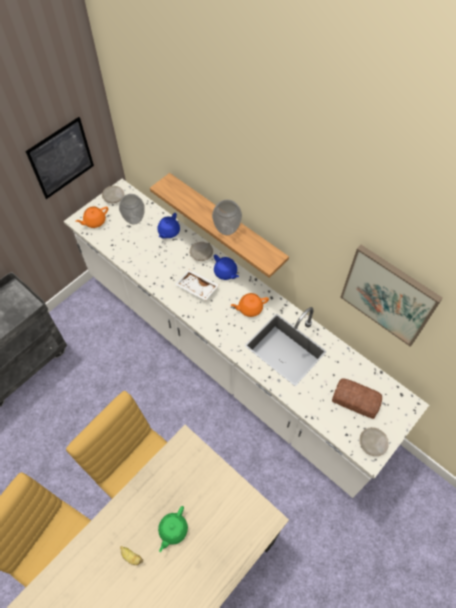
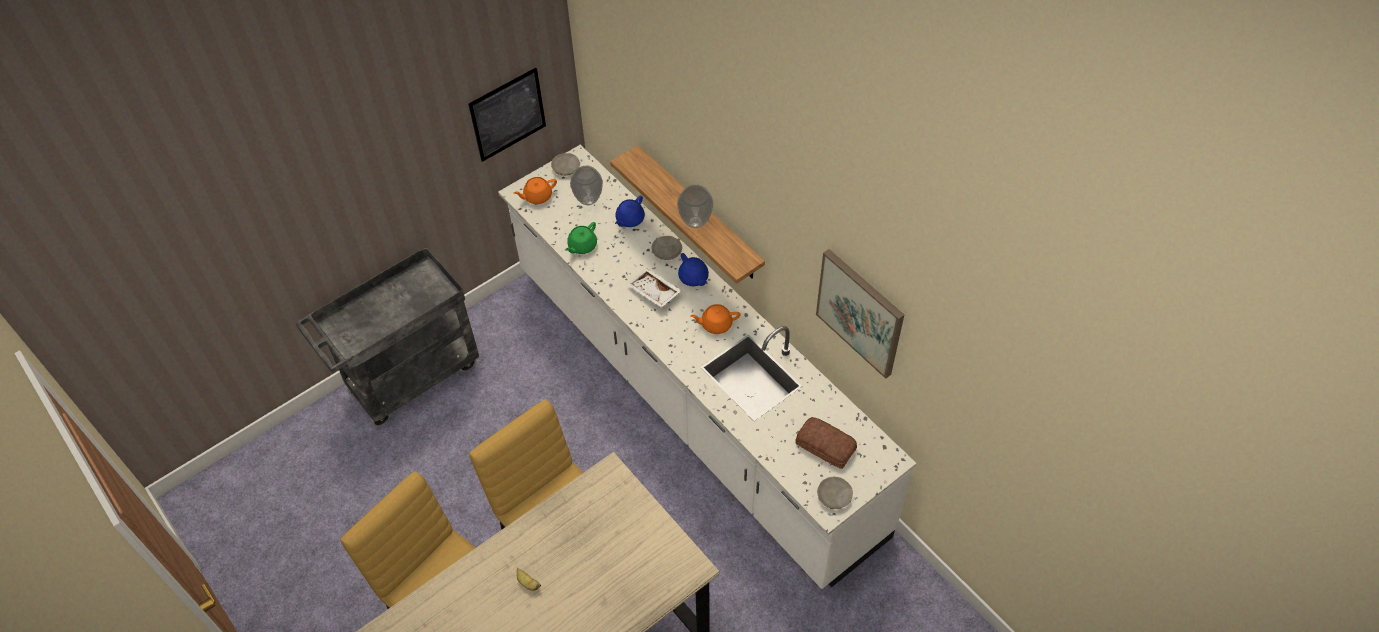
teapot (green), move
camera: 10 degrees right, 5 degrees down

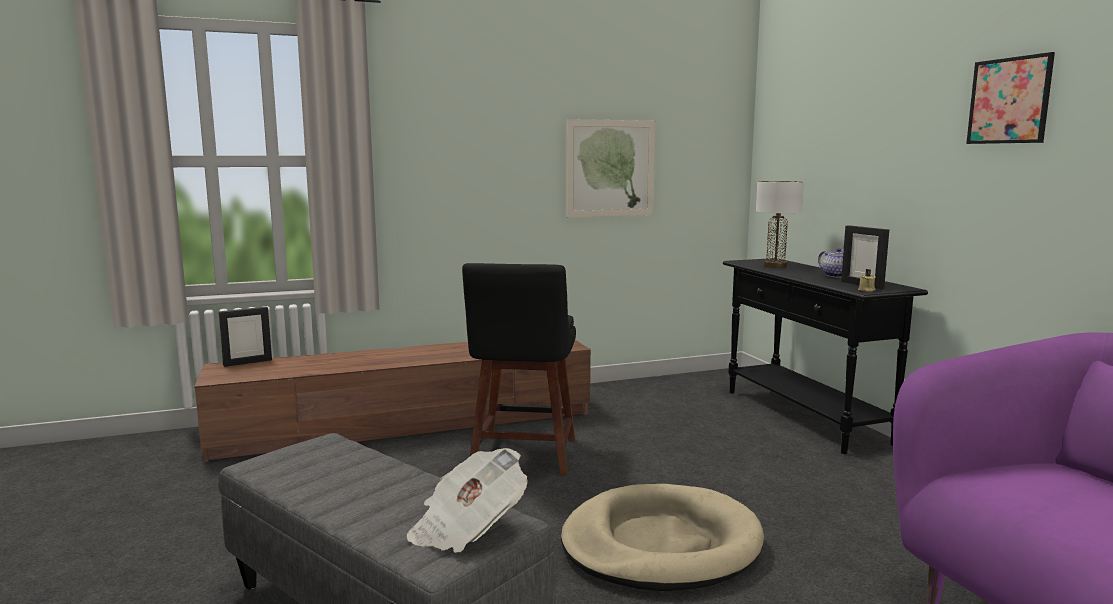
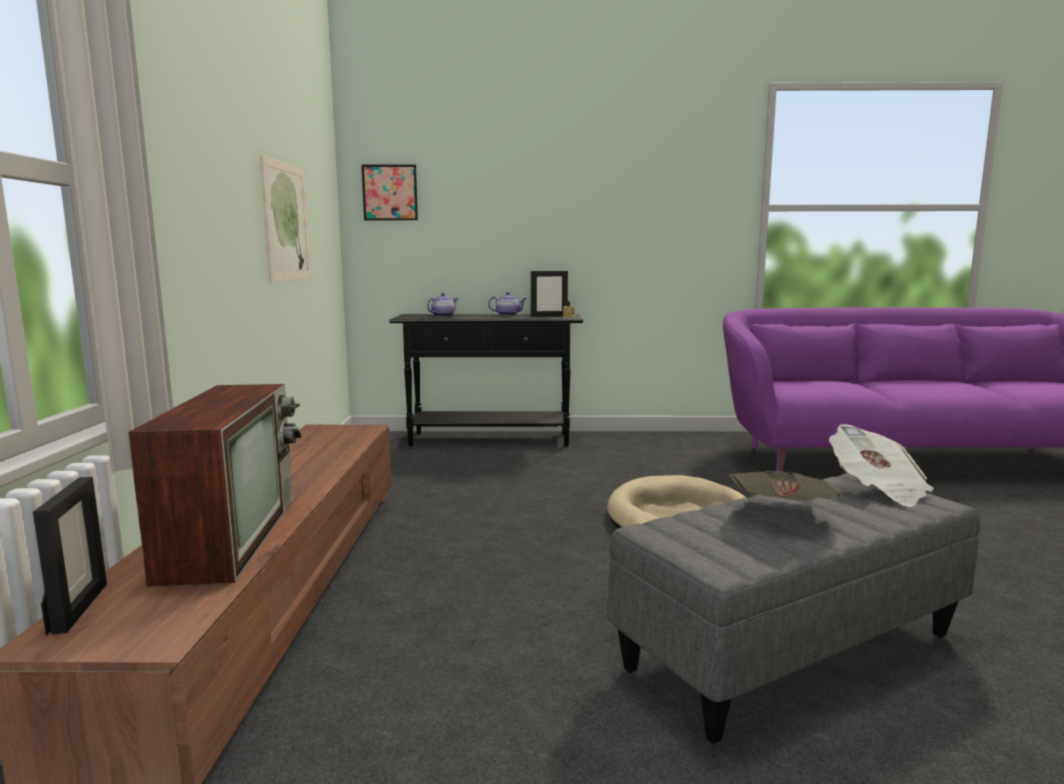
stool (black) → -
table lamp → teapot (1st from left)
picture (2nd from left), move
- → television
- → newspaper (1st from left)
camera: 70 degrees left, 0 degrees up

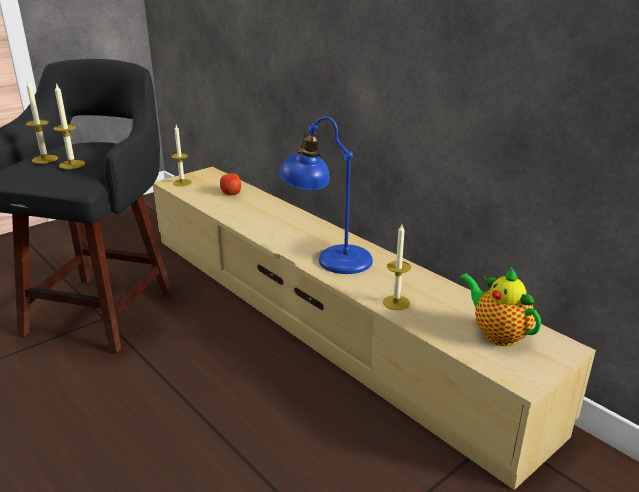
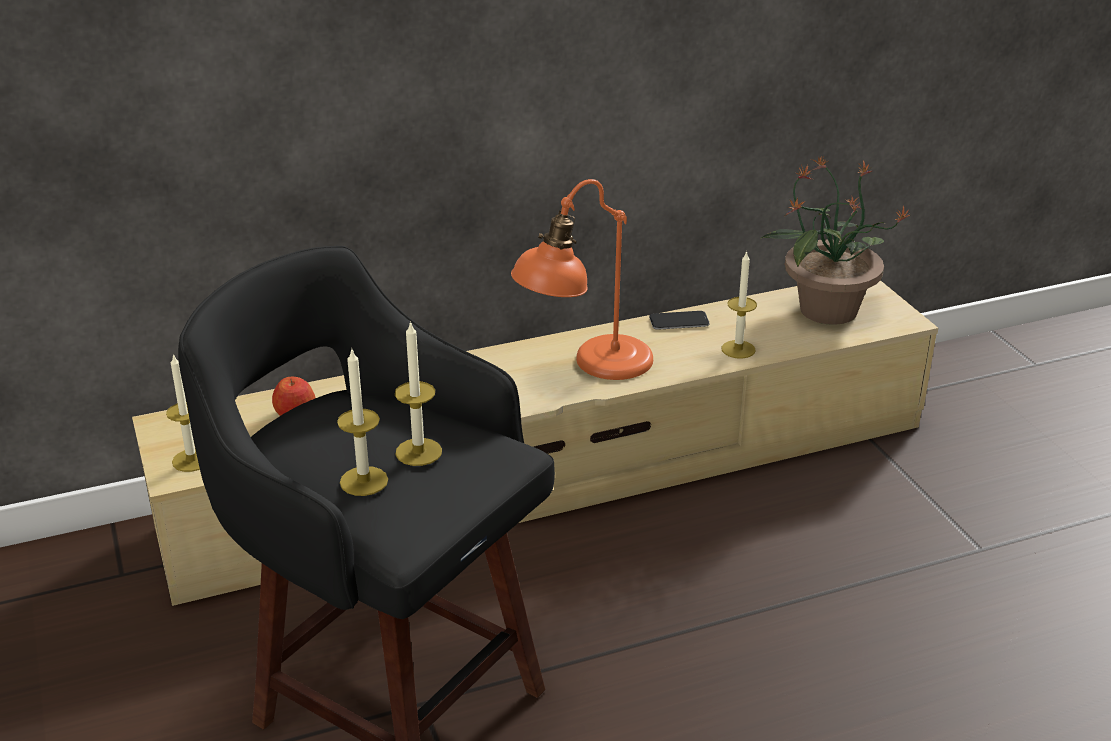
table lamp (blue) → table lamp (orange)
teapot → potted plant
- → phone
camera: 70 degrees left, 5 degrees up

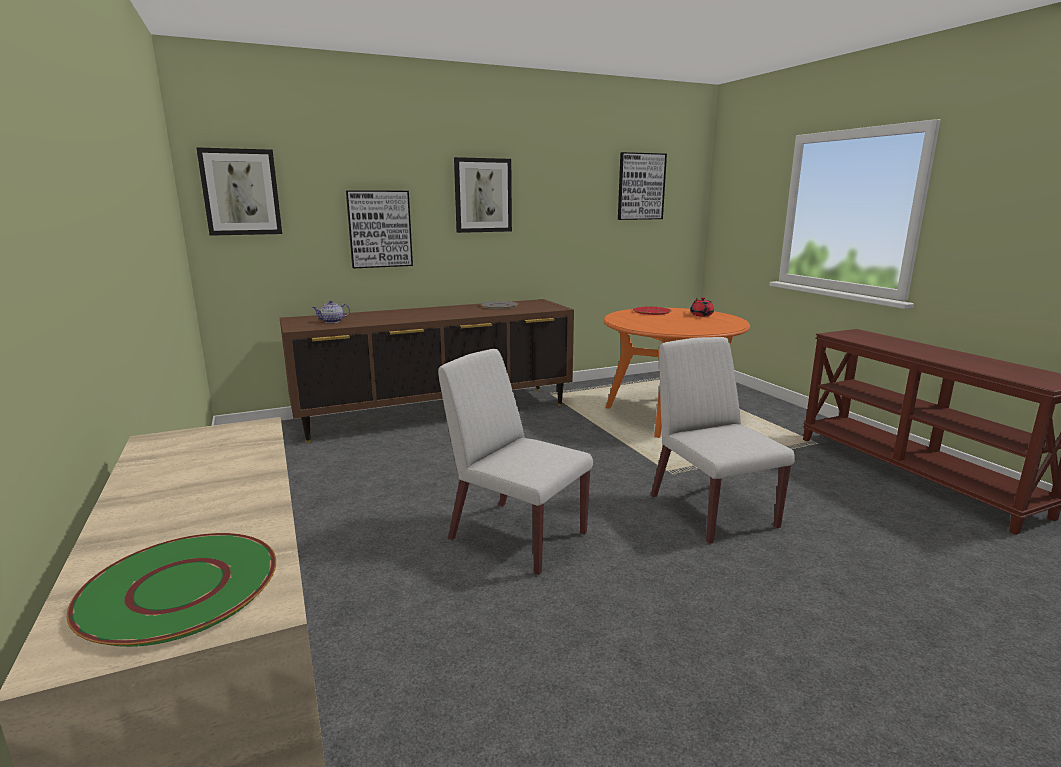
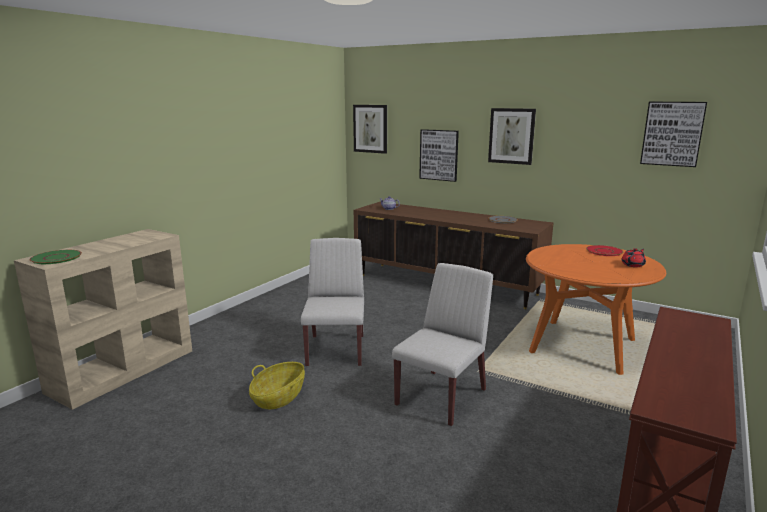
- → basket
camera: 55 degrees right, 0 degrees up

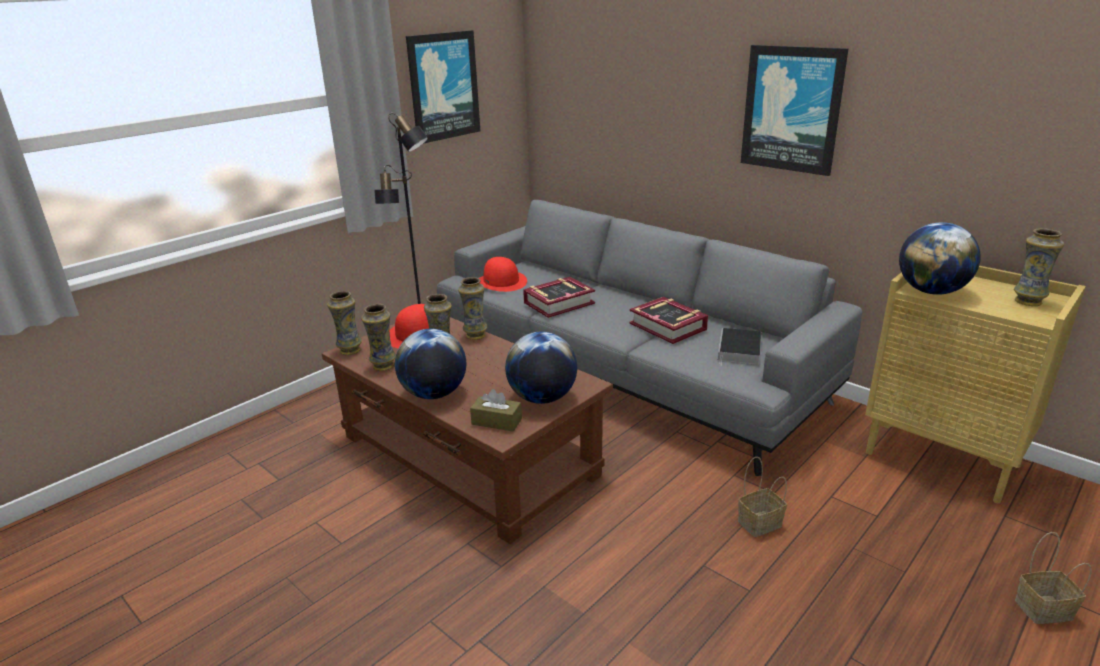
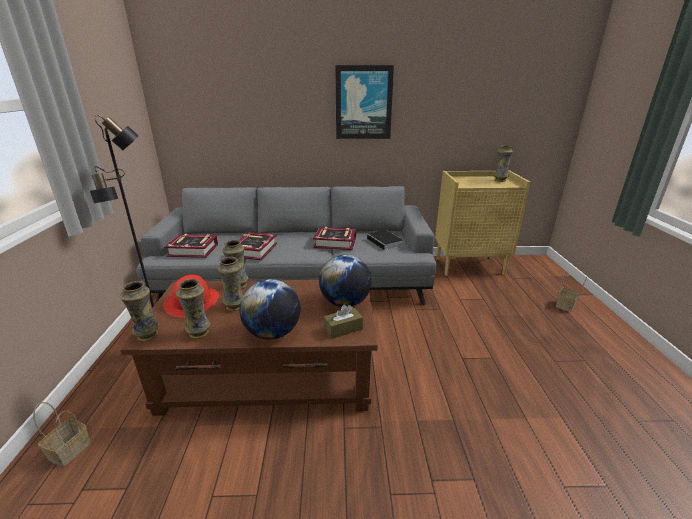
picture (1st from left) → -
hat (red) (2nd from left) → book (1st from left)
basket (1st from left), move
globe (3rd from left) → -
camera: 45 degrees left, 0 degrees up

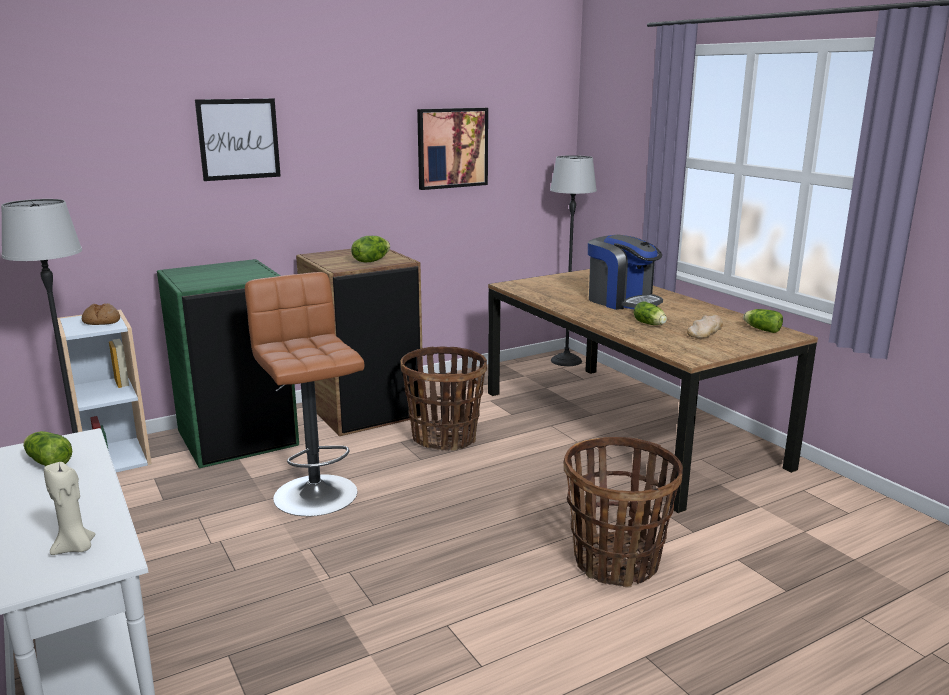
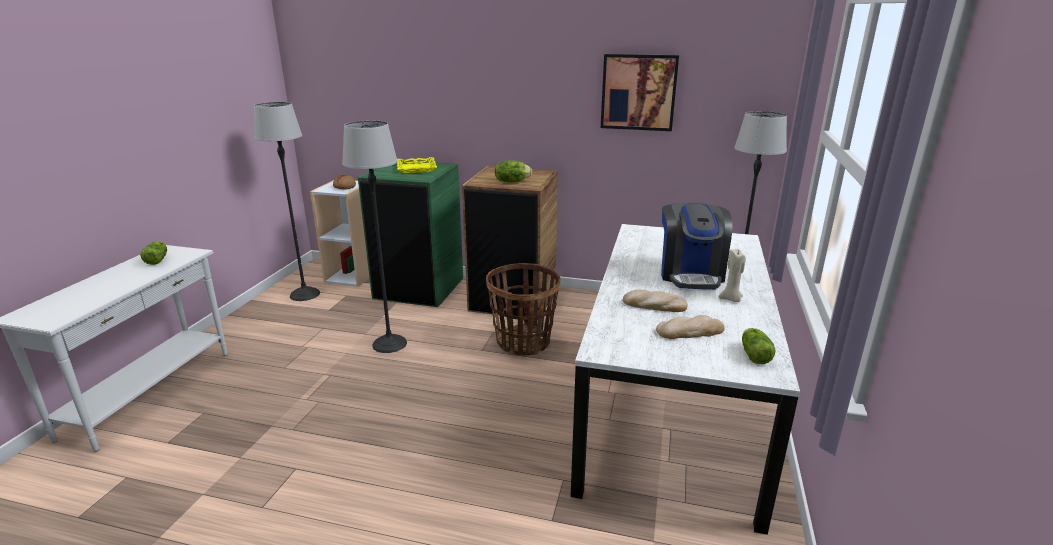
candle (beige), move
picture (1st from left) → -
stool (brown) → floor lamp (2nd from left)
dining table (brown) → dining table (white)
basket (2nd from left) → -
lettuce (3rd from left) → bread (2nd from left)
- → tray (yellow)
camera: 45 degrees right, 5 degrees up

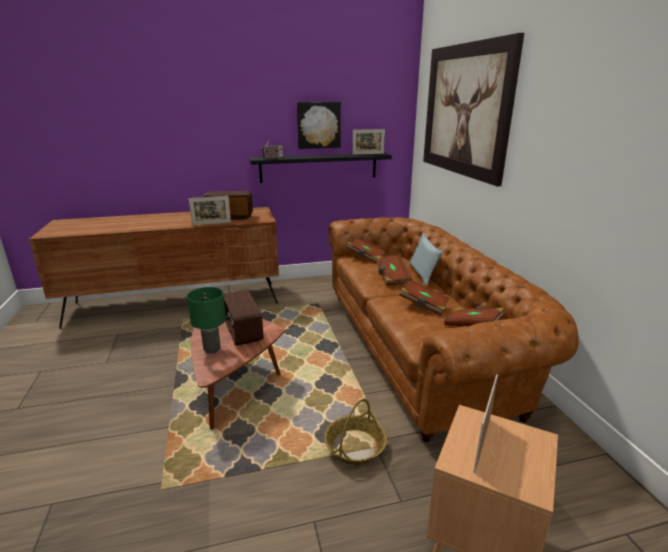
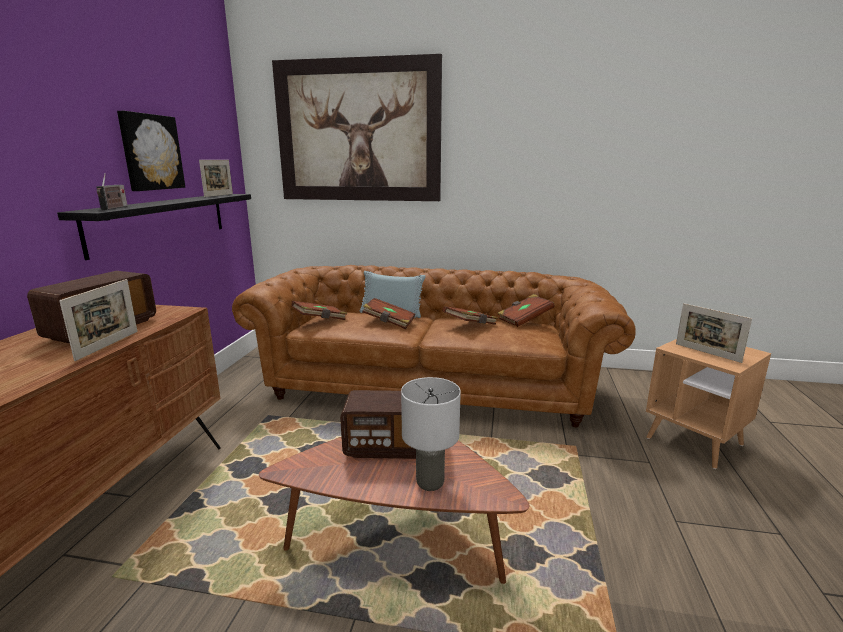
table lamp (green) → table lamp (white)
basket → -
camera: 65 degrees left, 5 degrees down

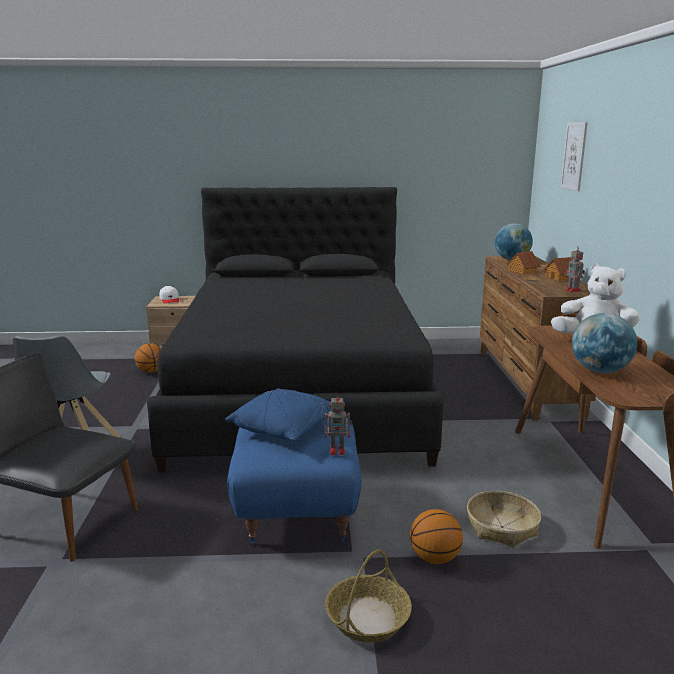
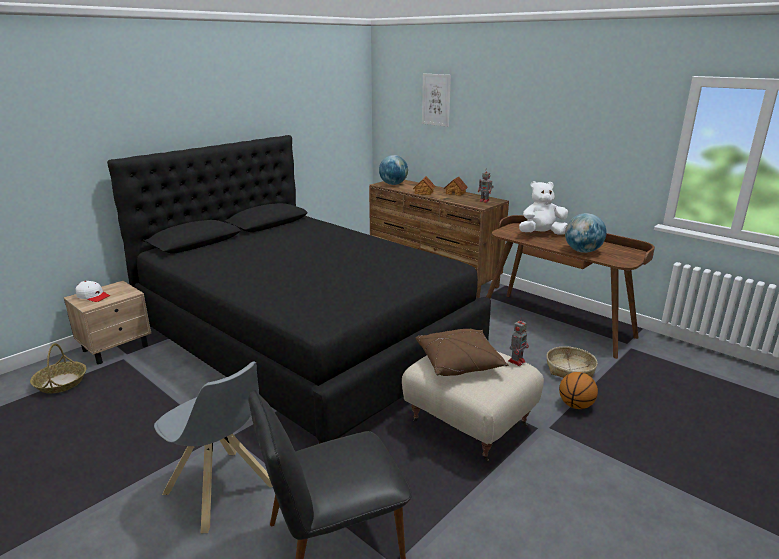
basketball (1st from left) → -
pillow (blue) → pillow (brown)
ottoman (blue) → ottoman (beige)
basket (1st from left), move
camera: 45 degrees left, 5 degrees up

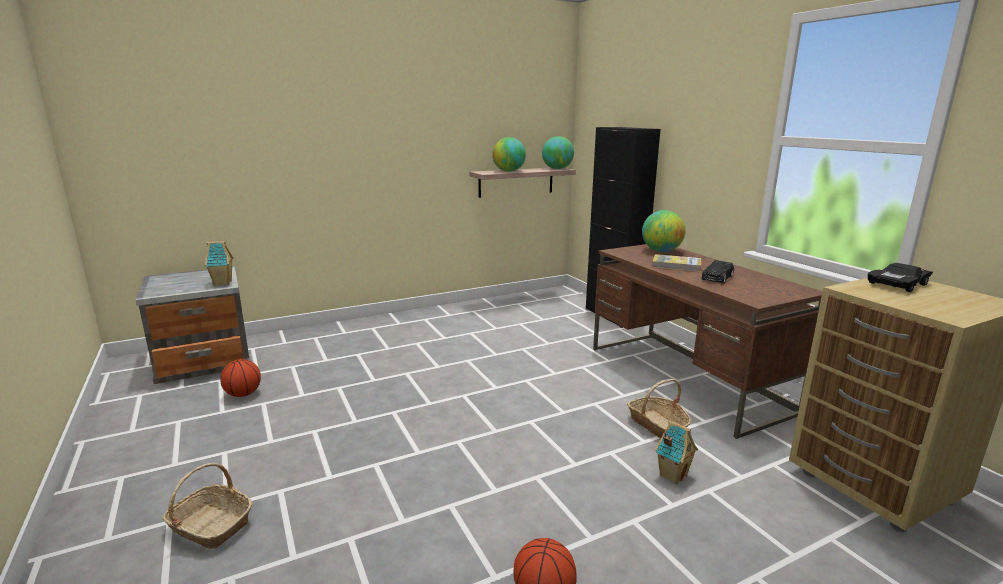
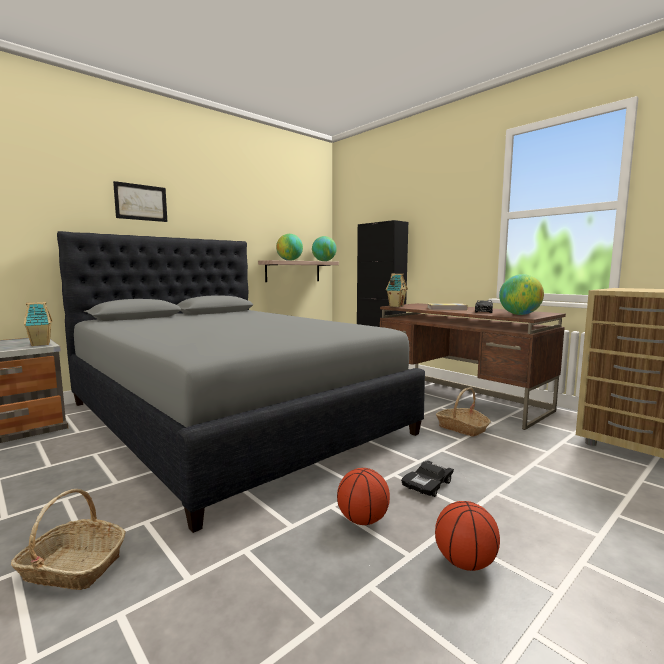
basketball (1st from left), move
globe (3rd from left), move
toy house (2nd from left), move
toy car (black) (2nd from left in the first image) → toy car (black) (1st from left), move
- → bed (grey)
- → picture
camera: 15 degrees left, 10 degrees down

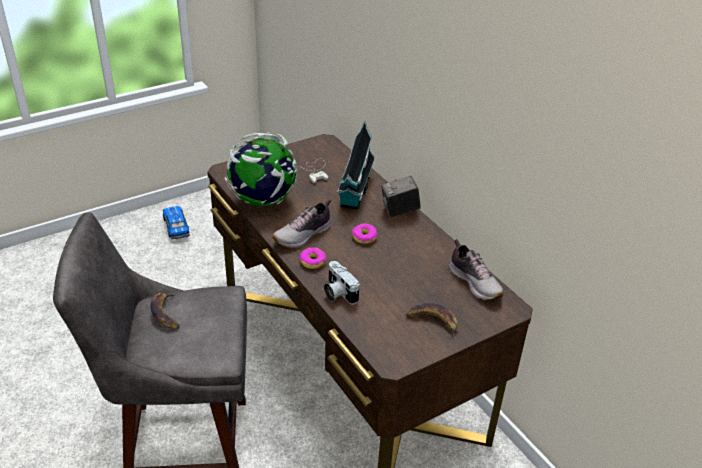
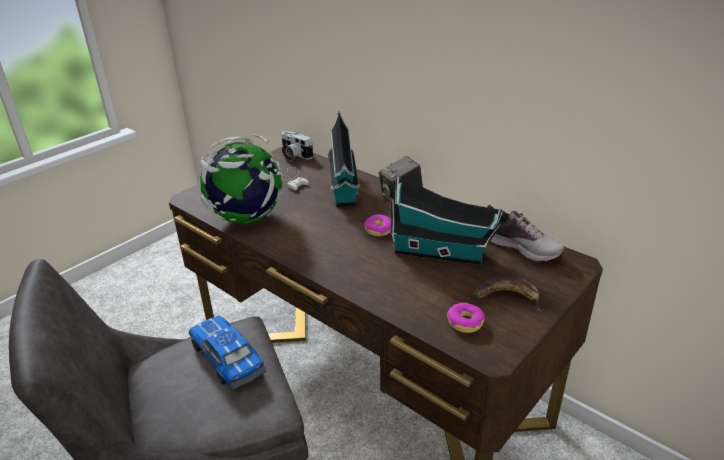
banana (1st from left) → -
toy car, move
shoe (1st from left) → -
donut (1st from left in the first image) → donut (2nd from left), move
photo camera (1st from left), move
- → toy house (2nd from left)
camera: 15 degrees left, 5 degrees down

